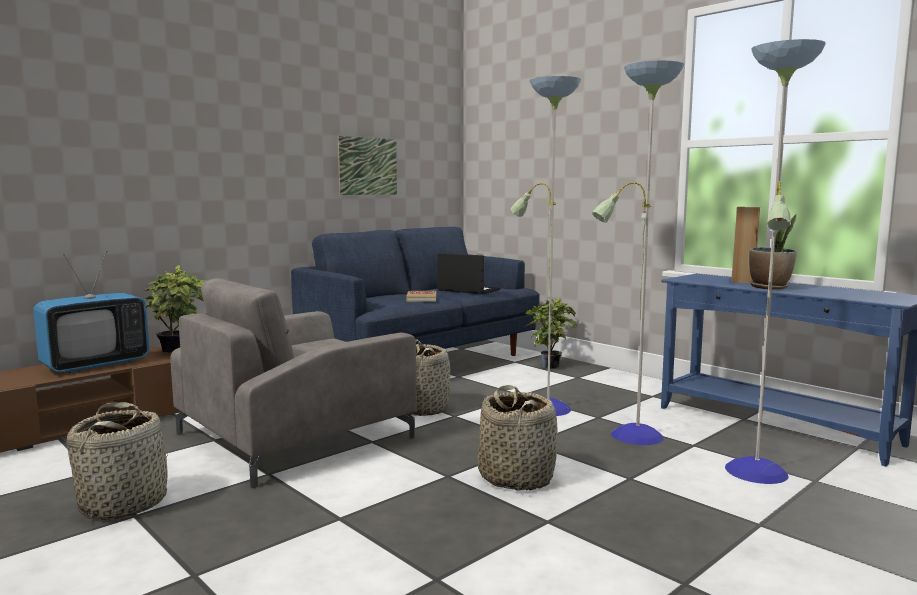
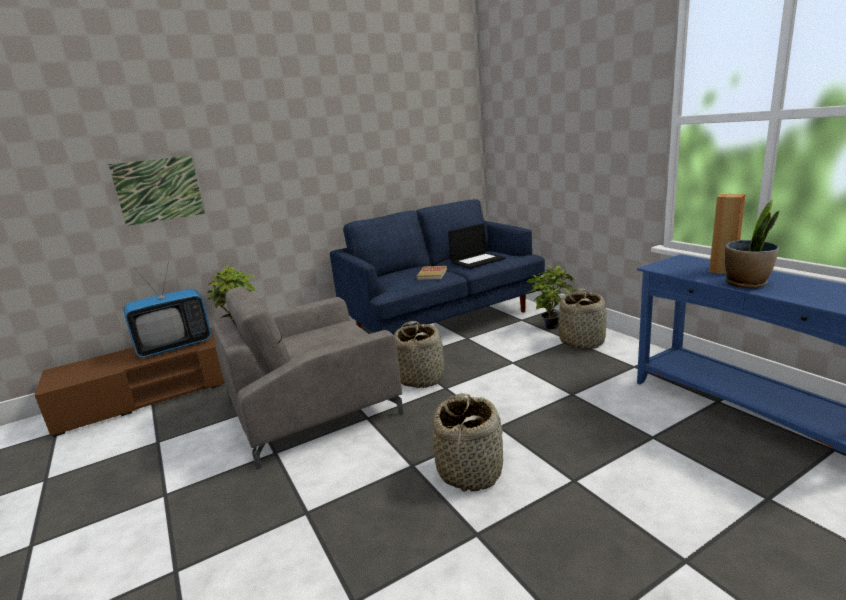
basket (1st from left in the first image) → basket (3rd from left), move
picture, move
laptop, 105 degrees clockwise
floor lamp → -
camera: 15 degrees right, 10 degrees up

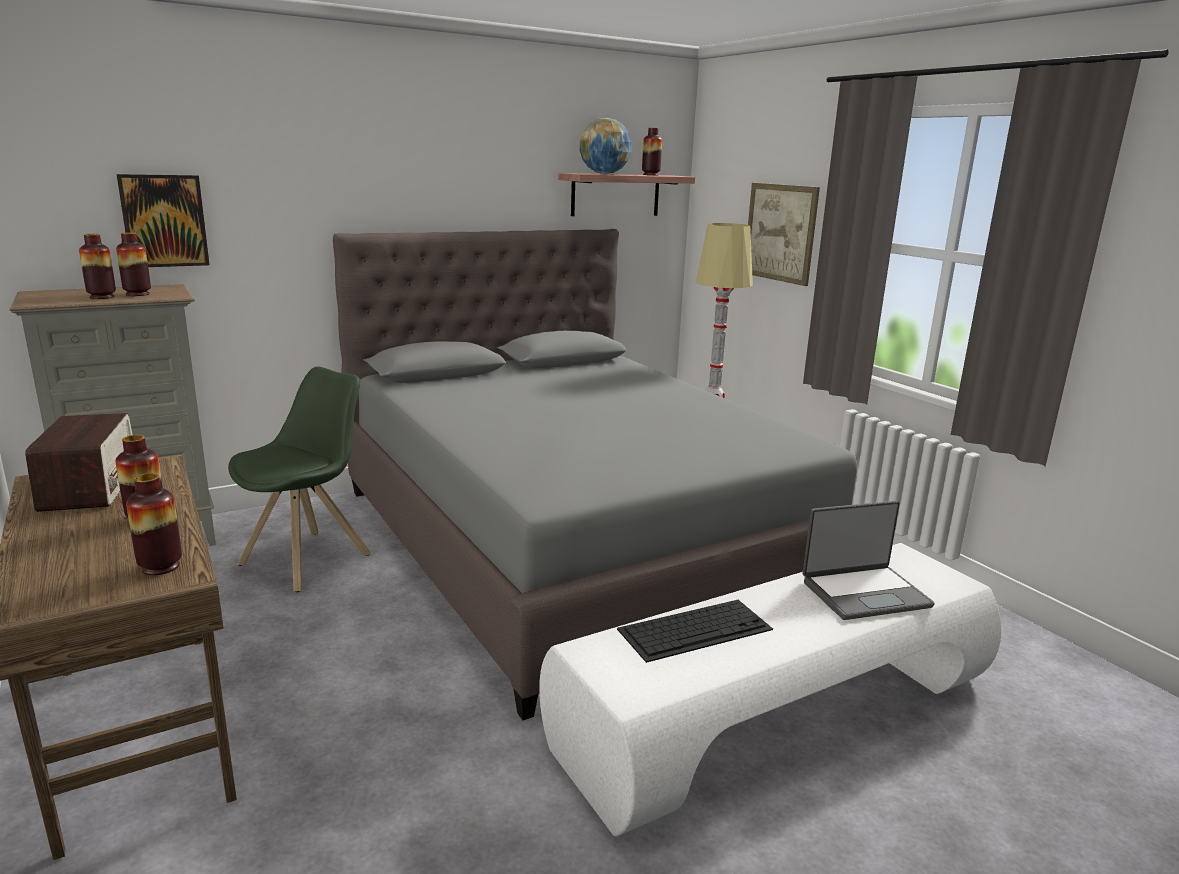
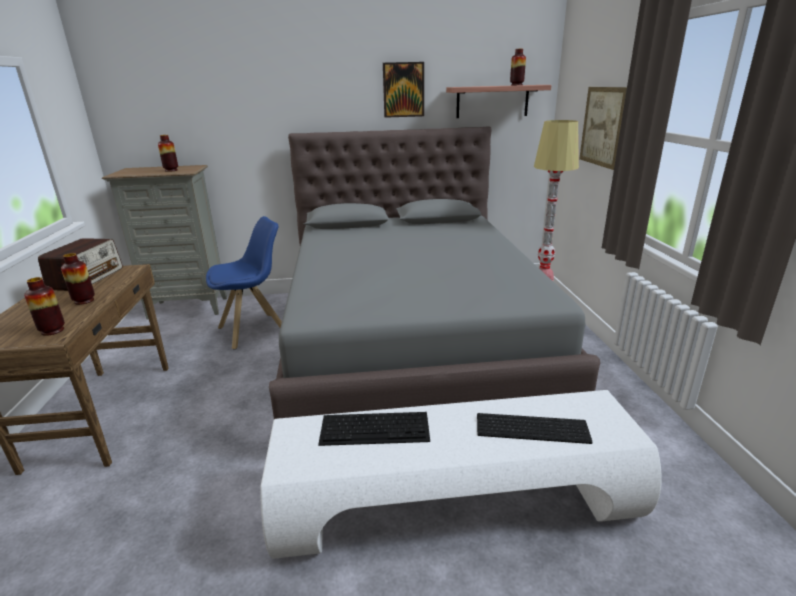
vase (1st from left) → -
picture (1st from left), move
chair (green) → chair (blue)
globe → -
laptop → keyboard (2nd from left)
camera: 25 degrees right, 5 degrees up

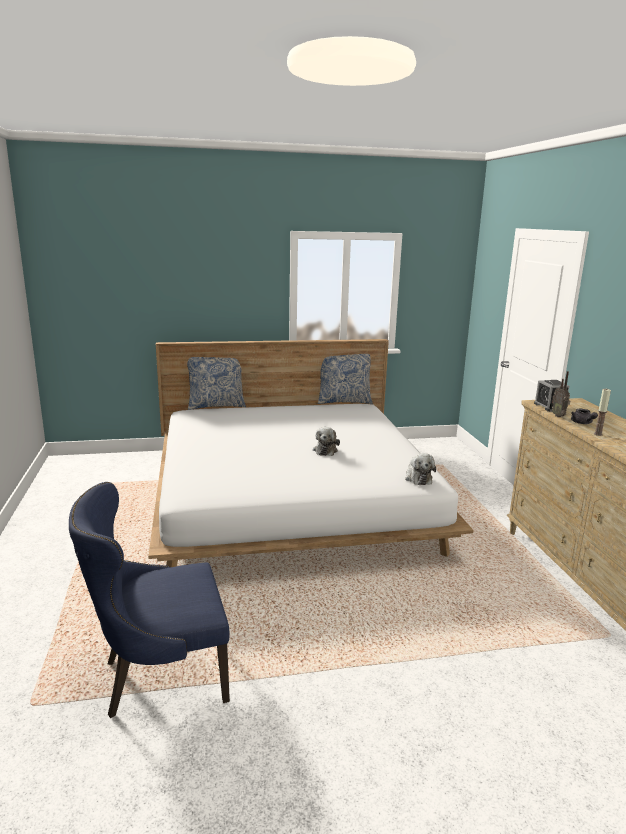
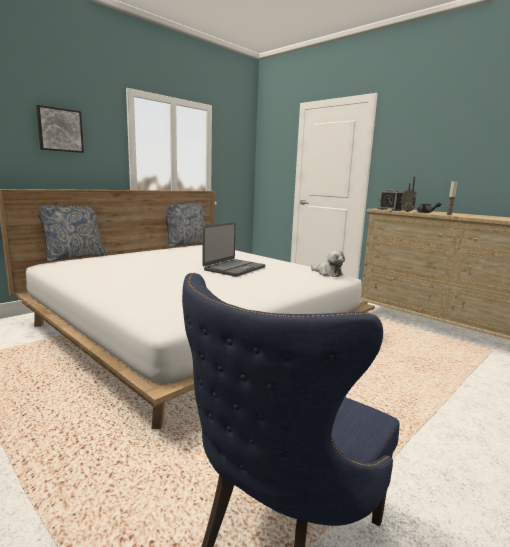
plush toy (1st from left) → laptop
- → picture
camera: 35 degrees left, 5 degrees down

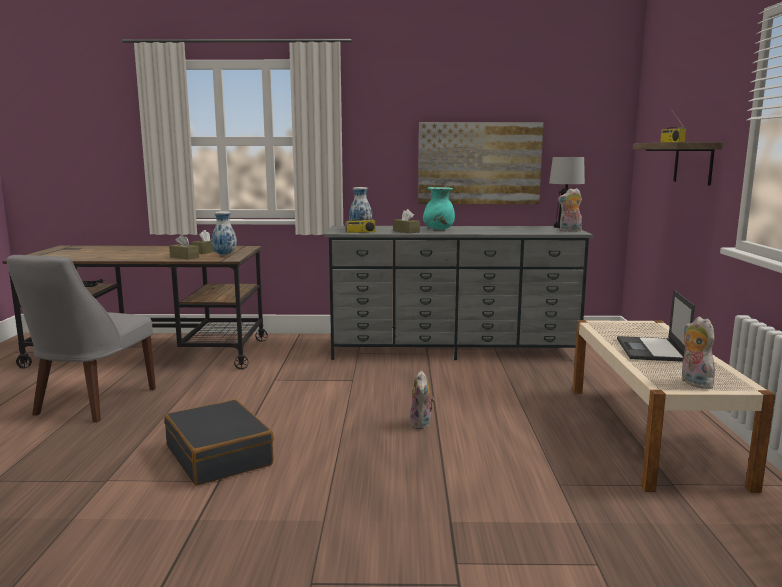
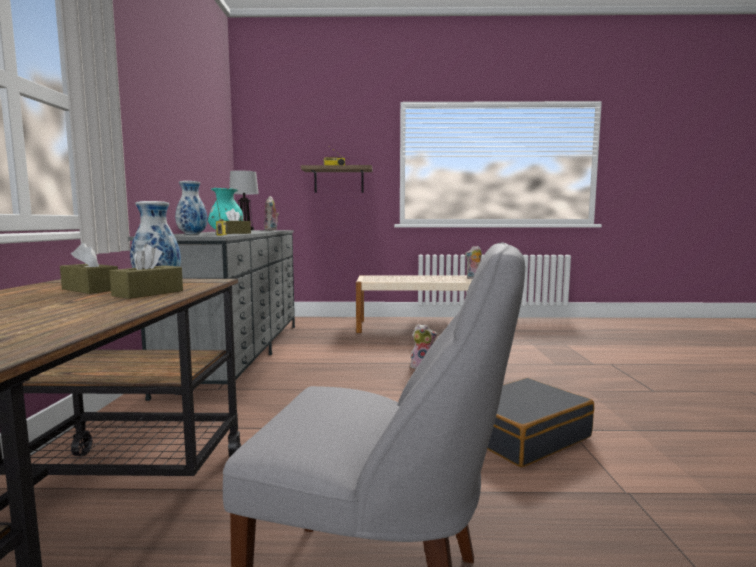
picture → -
laptop → -
camera: 90 degrees left, 5 degrees down

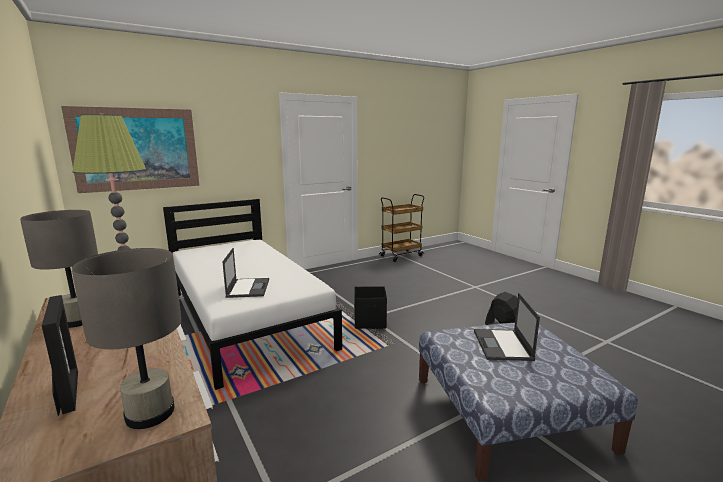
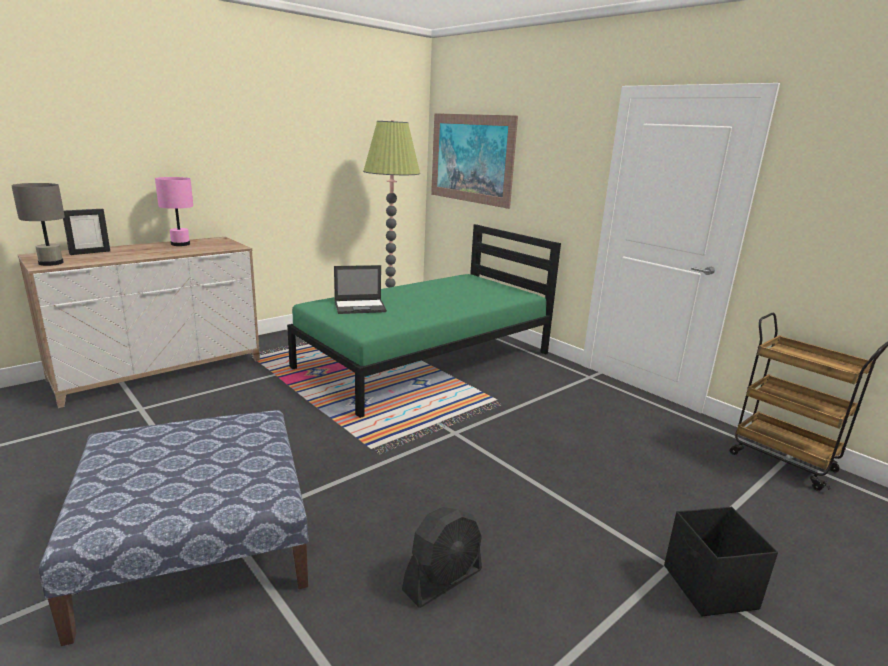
table lamp (grey) (1st from left) → table lamp (pink)
bed (white) → bed (green)
storage box (black), move
laptop (2nd from left) → -
camera: 80 degrees right, 5 degrees up

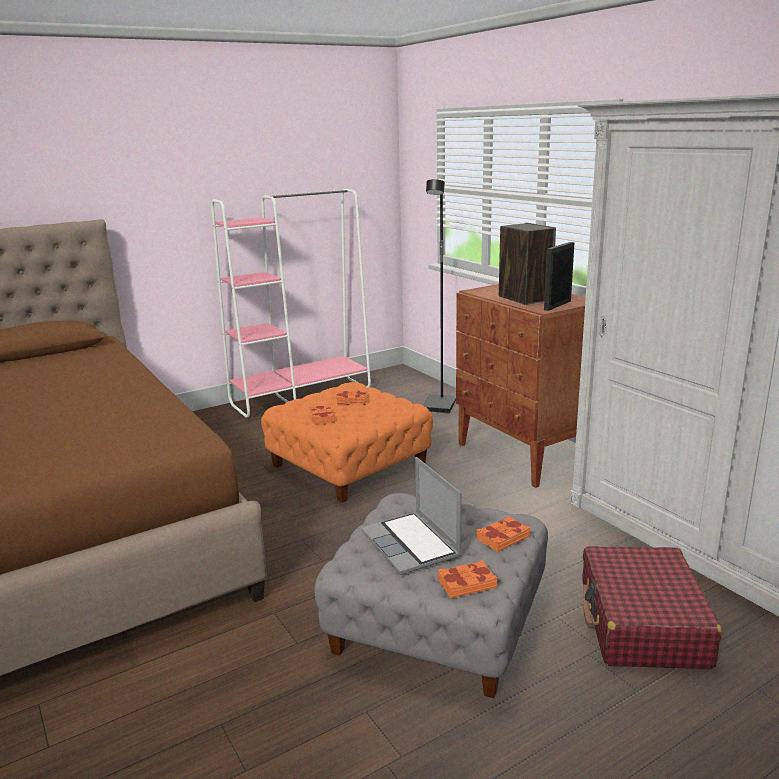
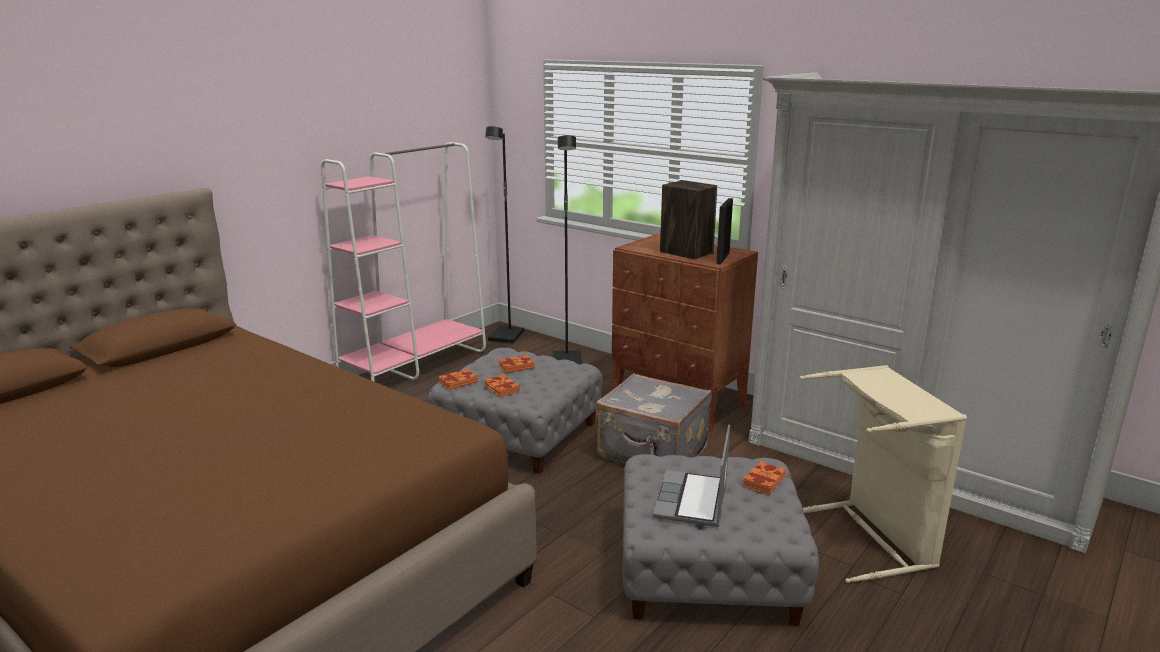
ottoman (orange) → ottoman (grey) (1st from left)
laptop, 60 degrees clockwise
book (orange) (3rd from left in the first image) → book (orange) (1st from left), move
suitcase (red) → laundry basket (beige)
- → floor lamp (black) (1st from left)
- → suitcase (grey)
camera: 20 degrees left, 0 degrees up

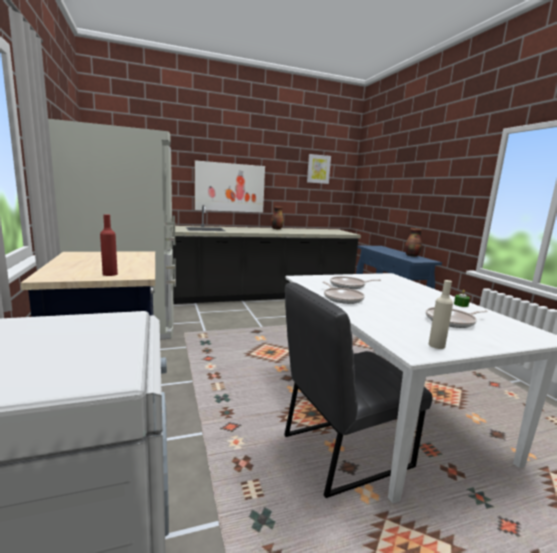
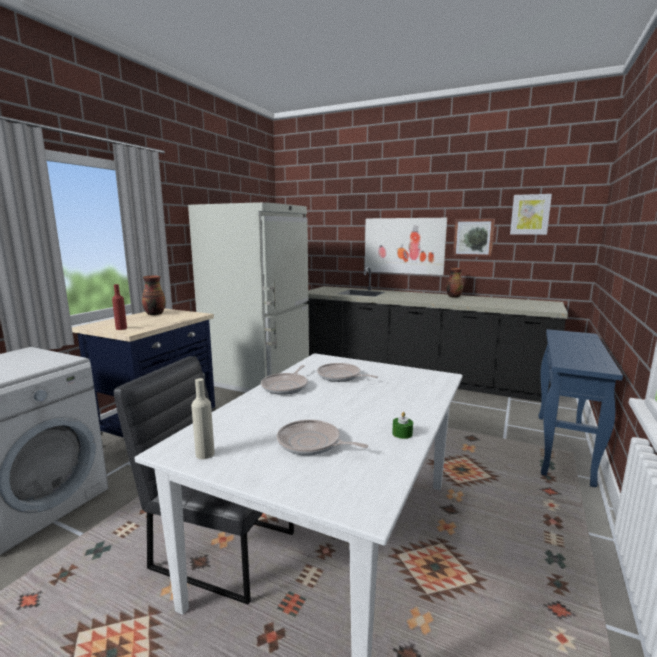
vase (2nd from left in the first image) → vase (1st from left), move
- → picture (2nd from left)
camera: 45 degrees right, 0 degrees up

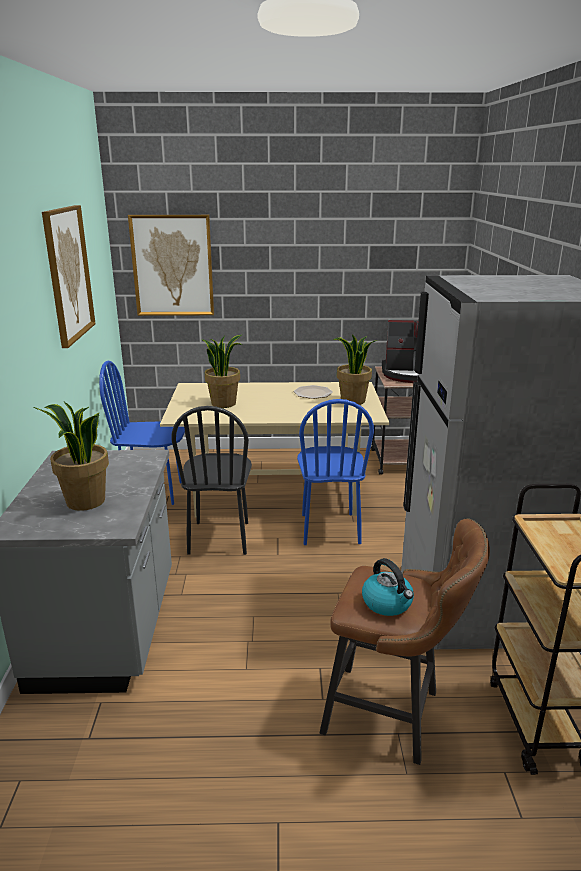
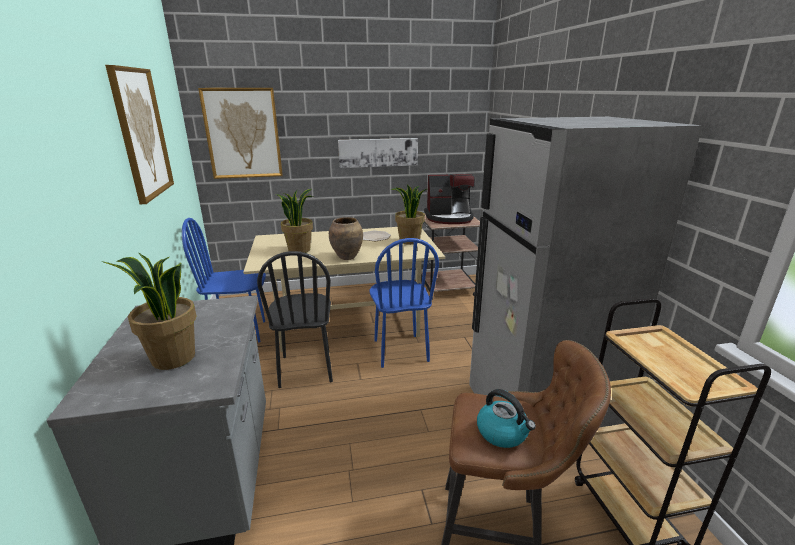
- → vase (brown)
- → picture (3rd from left)
camera: 10 degrees left, 0 degrees up

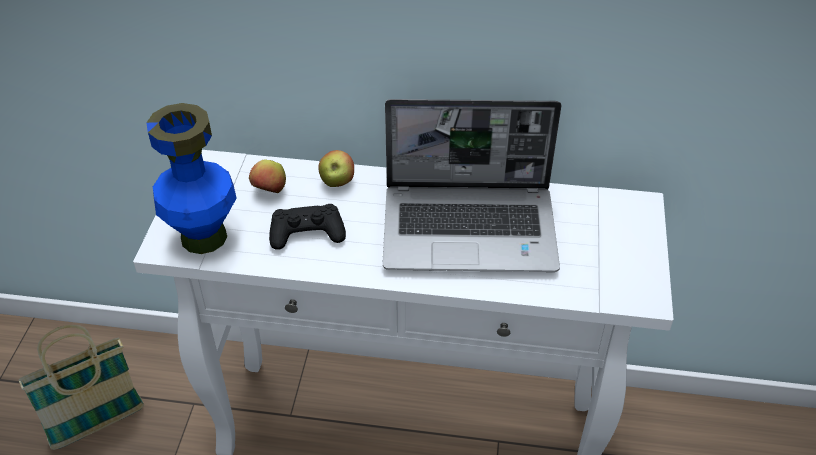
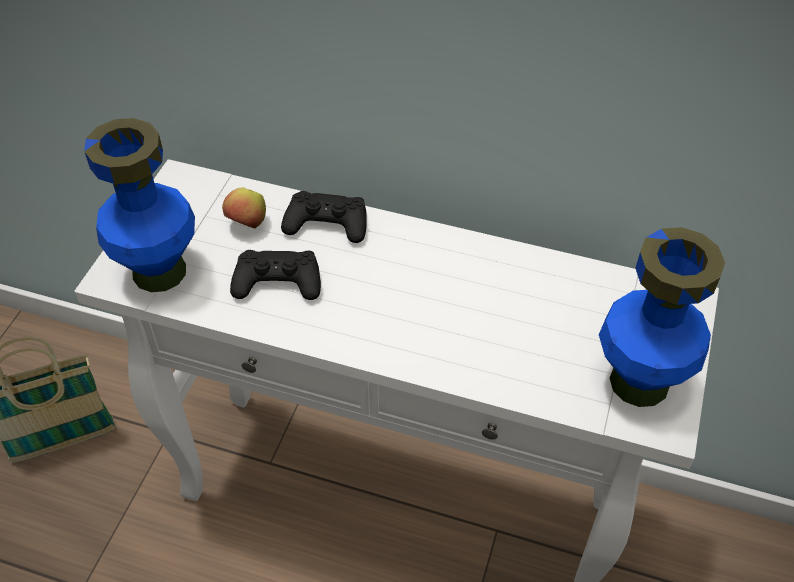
apple (2nd from left) → game controller (black) (2nd from left)
laptop → -
- → vase (blue) (2nd from left)
camera: 10 degrees right, 5 degrees up

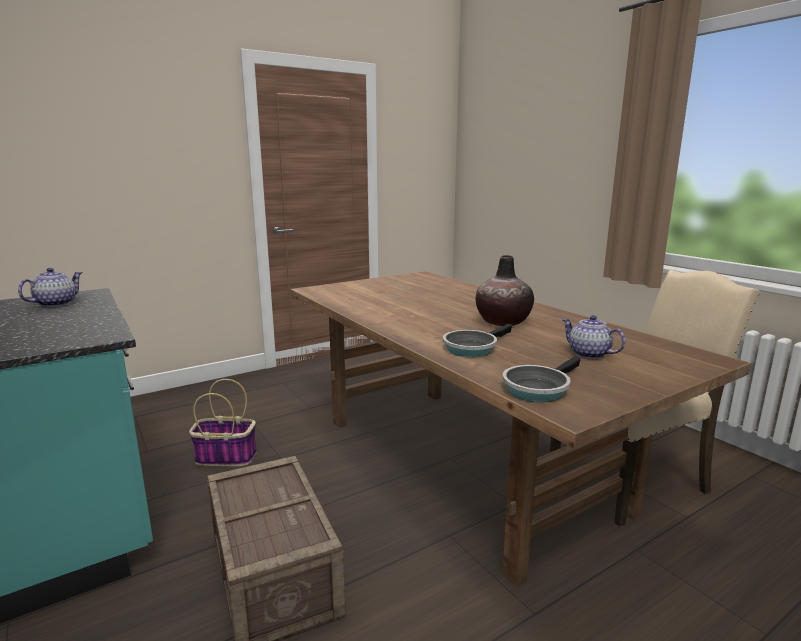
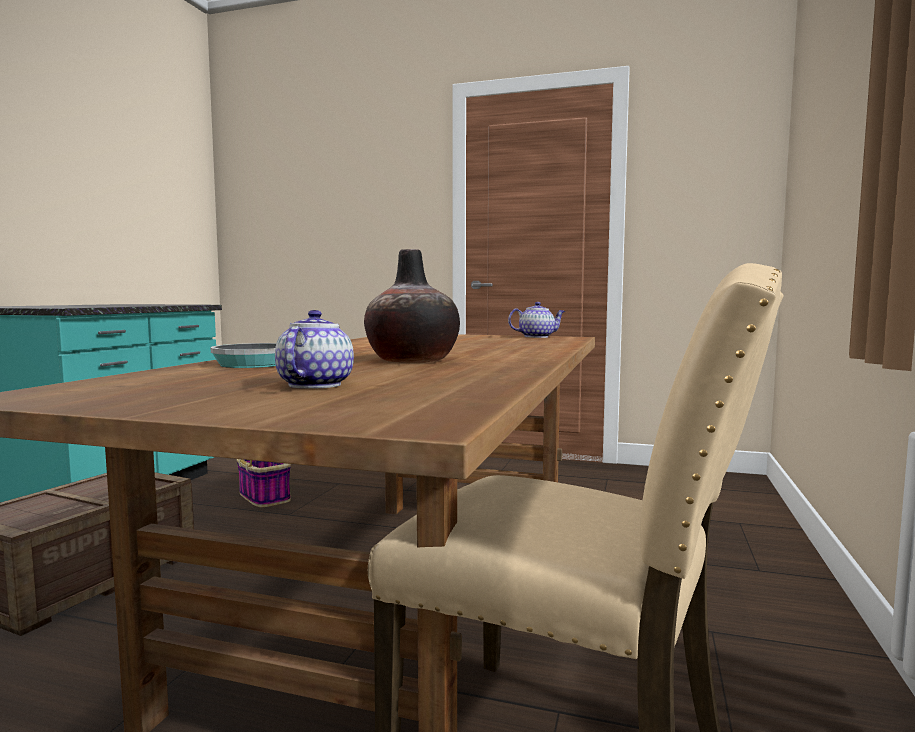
teapot (1st from left in the first image) → teapot (2nd from left), move
frying pan (2nd from left) → -
camera: 50 degrees right, 10 degrees down

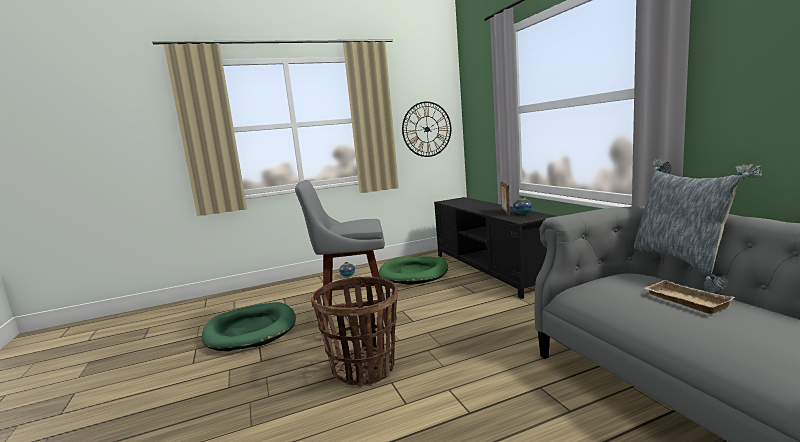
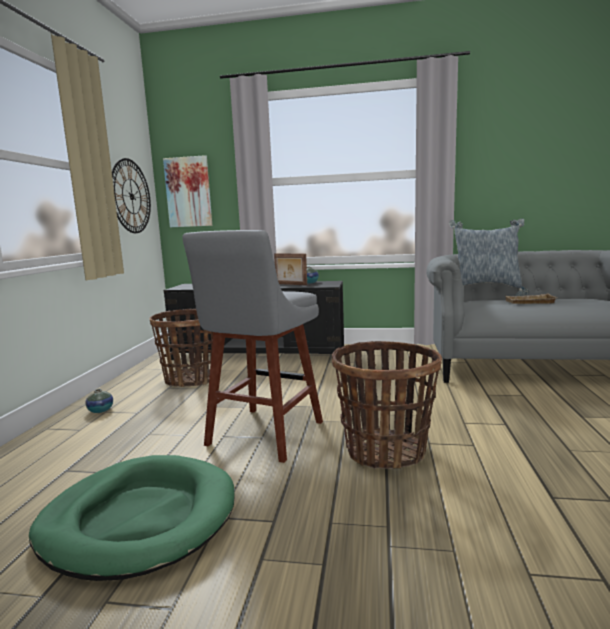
dog bed (green) (2nd from left) → basket (1st from left)
- → picture
camera: 60 degrees left, 0 degrees up

